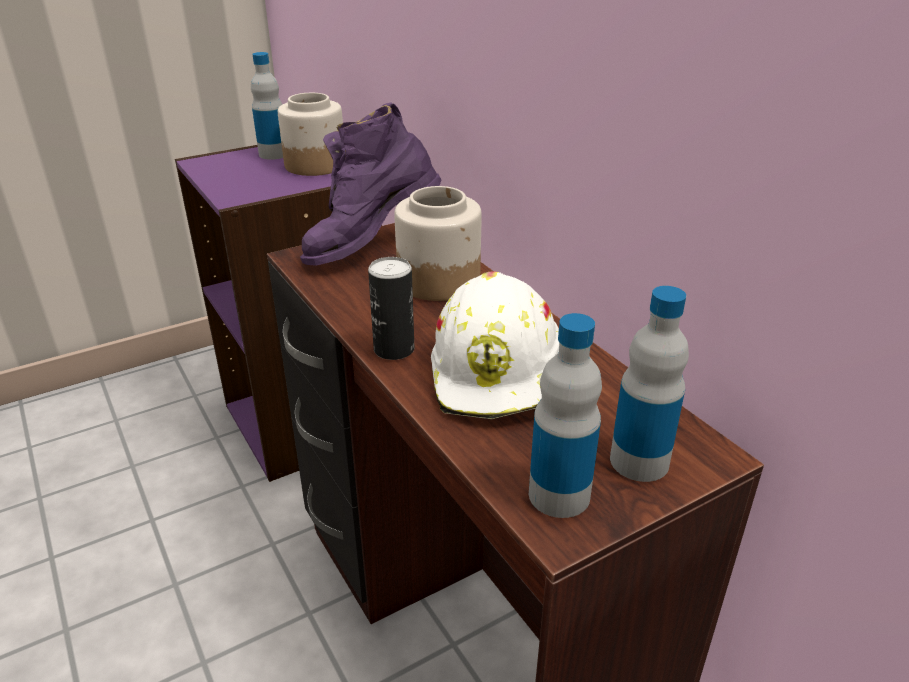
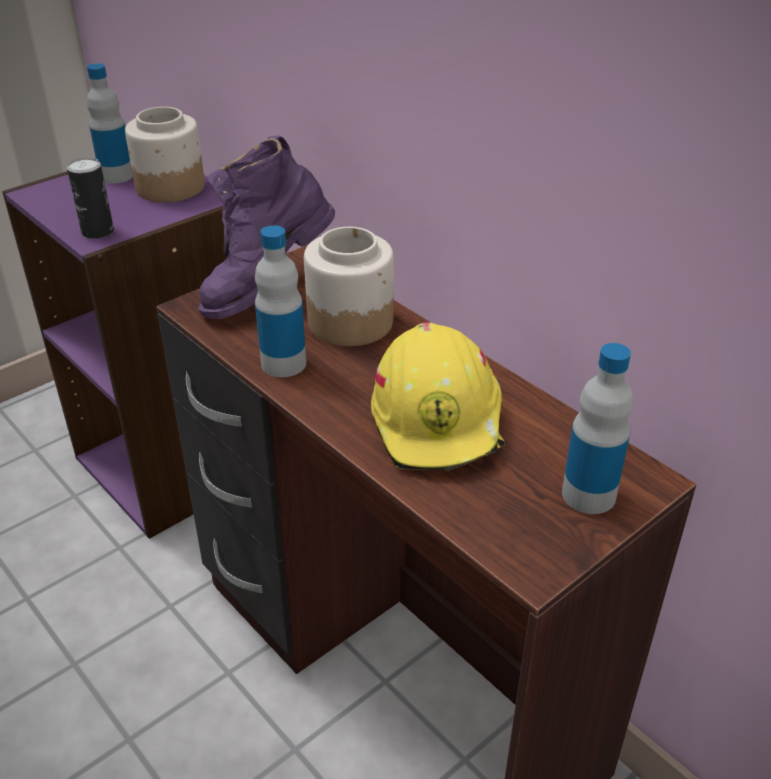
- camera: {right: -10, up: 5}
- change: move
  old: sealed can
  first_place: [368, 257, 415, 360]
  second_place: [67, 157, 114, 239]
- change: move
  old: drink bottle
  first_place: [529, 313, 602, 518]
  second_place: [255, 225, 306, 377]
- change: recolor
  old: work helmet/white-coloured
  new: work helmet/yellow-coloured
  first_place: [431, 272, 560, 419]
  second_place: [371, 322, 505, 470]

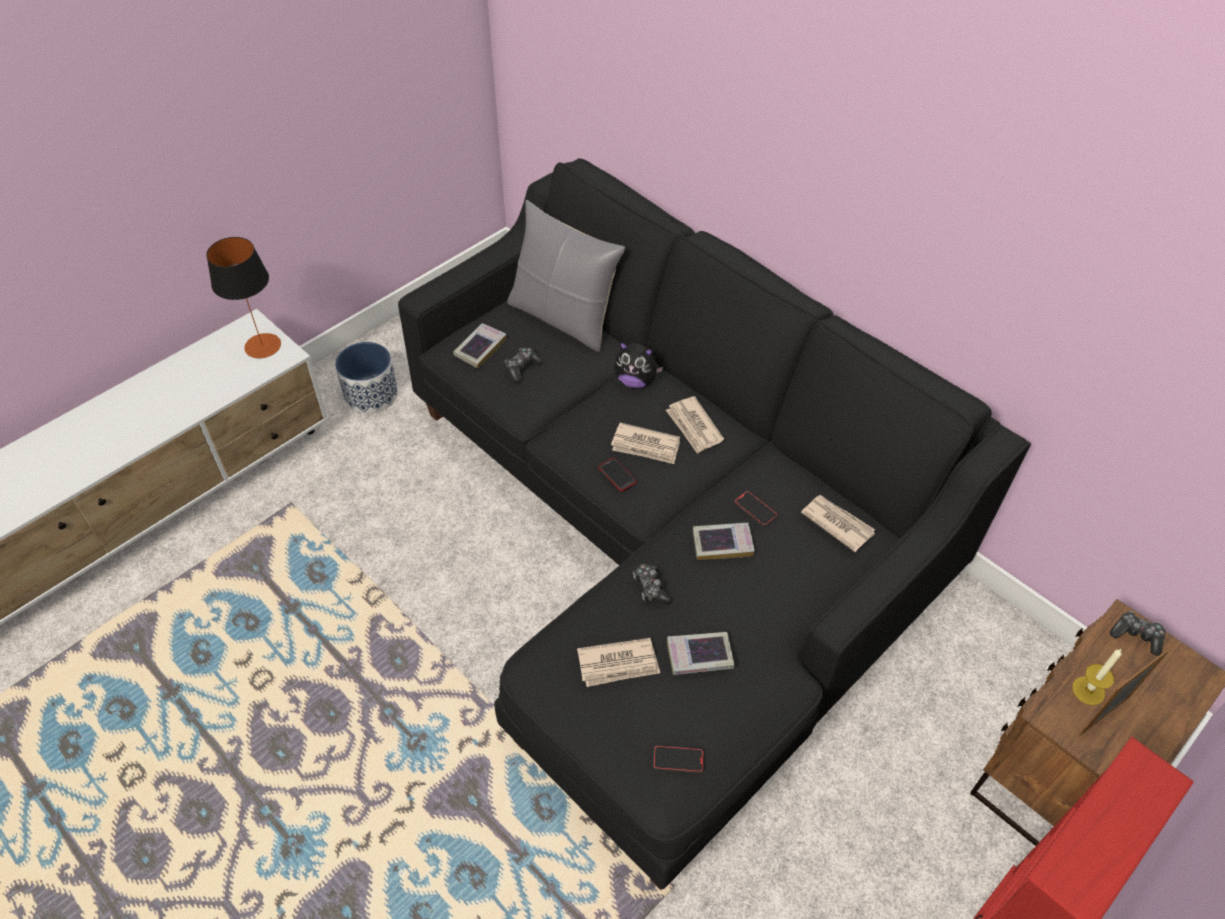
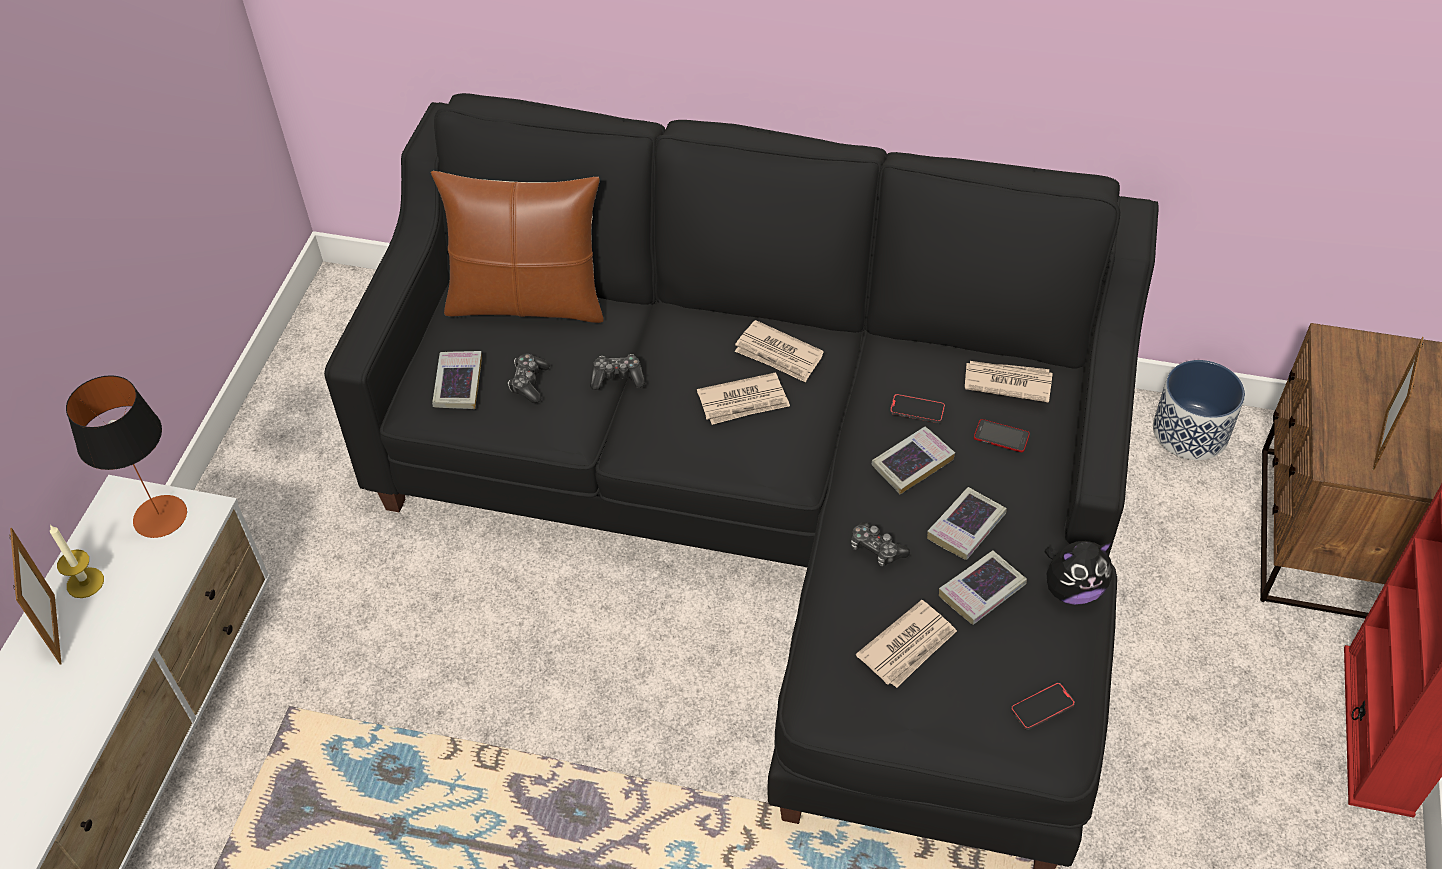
- camera: {right: -30, up: 0}
- change: insert
  new: standing frame
  second_place: [9, 528, 61, 665]
- change: insert
  new: book
  second_place: [927, 487, 1007, 560]
- change: move
  old: plant pot
  first_place: [335, 342, 398, 413]
  second_place: [1153, 360, 1245, 460]
- change: move
  old: phone
  first_place: [599, 458, 637, 491]
  second_place: [974, 419, 1030, 452]
- change: move
  old: plush toy
  first_place: [614, 341, 663, 389]
  second_place: [1044, 541, 1112, 605]
- change: move
  old: candle
  first_place: [1072, 648, 1122, 705]
  second_place: [50, 525, 104, 598]
- change: move
  old: game controller
  first_place: [1110, 611, 1165, 656]
  second_place: [590, 354, 645, 390]
- change: recolor
  old: cushion/greyish
  new: cushion/brownish
  first_place: [507, 200, 625, 352]
  second_place: [431, 171, 603, 323]

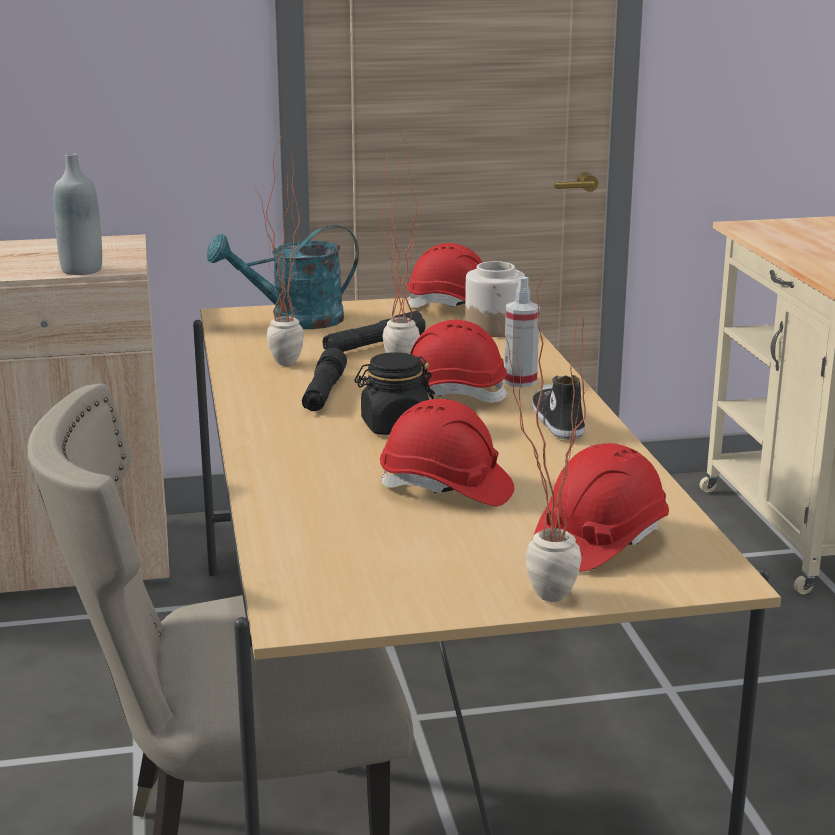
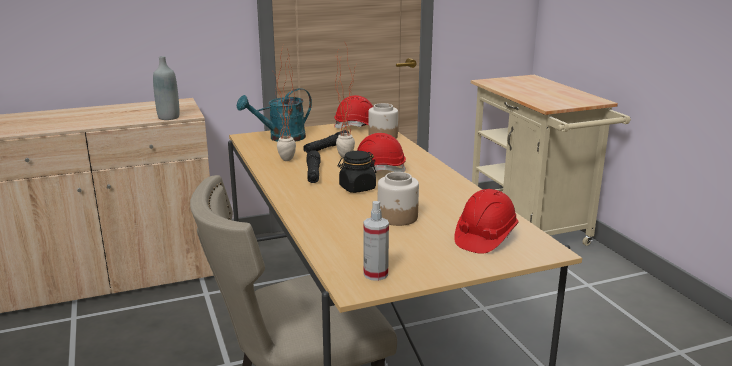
- camera: {right: -10, up: 0}
- change: delete
  old: houseplant
  first_place: [498, 269, 587, 602]
- change: delete
  old: item of footwear
  first_place: [532, 375, 585, 440]
- change: move
  old: spray bottle
  first_place: [504, 276, 540, 387]
  second_place: [364, 201, 389, 281]
- change: replace
  old: work helmet/red-coloured
  new: preserve jar
  first_place: [380, 399, 514, 506]
  second_place: [378, 172, 419, 226]

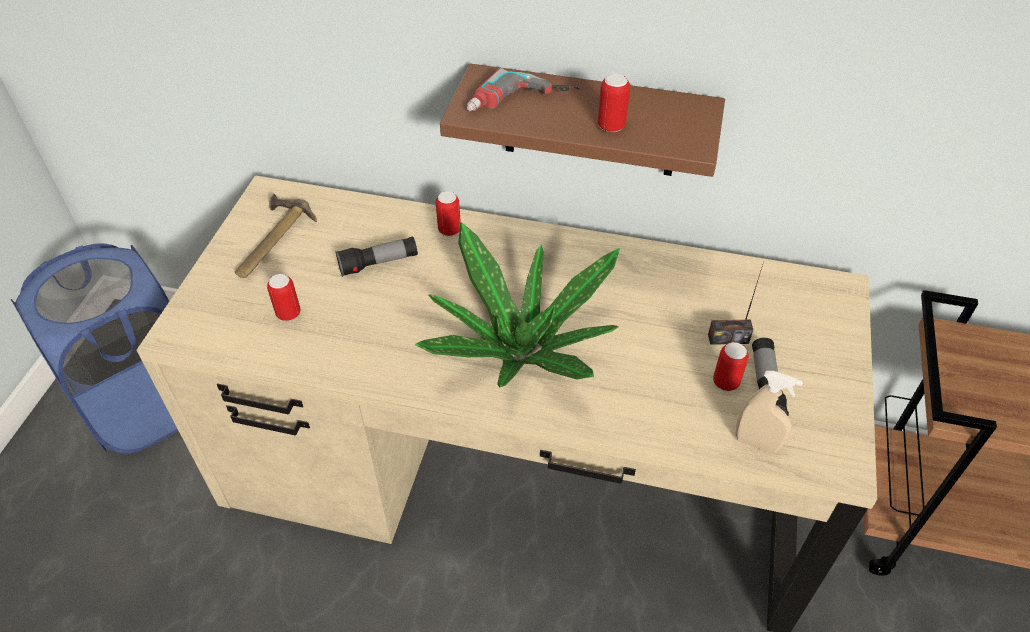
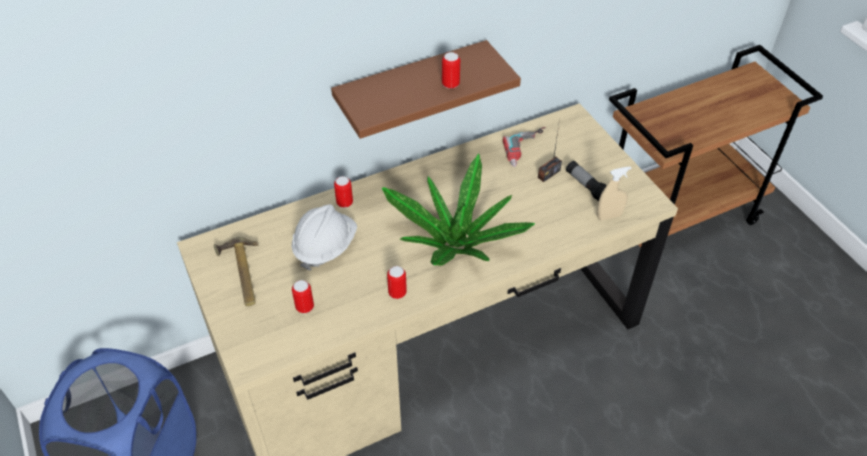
- camera: {right: -40, up: 0}
- change: move
  old: electric drill
  first_place: [467, 68, 580, 111]
  second_place: [503, 127, 546, 167]
- change: move
  old: sealed can
  first_place: [713, 342, 749, 391]
  second_place: [387, 266, 407, 299]
- change: replace
  old: hand torch
  new: work helmet/white-coloured
  first_place: [335, 236, 418, 277]
  second_place: [292, 204, 357, 271]

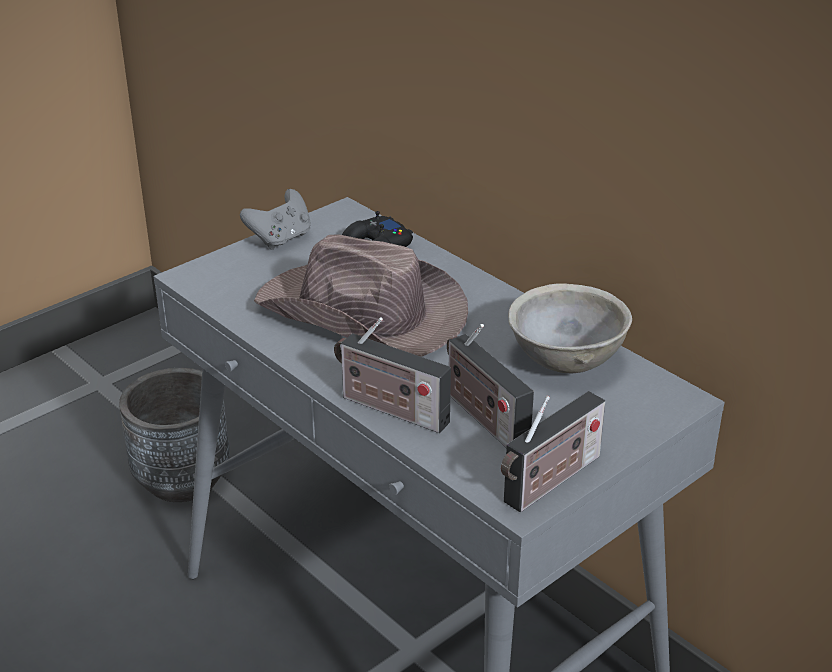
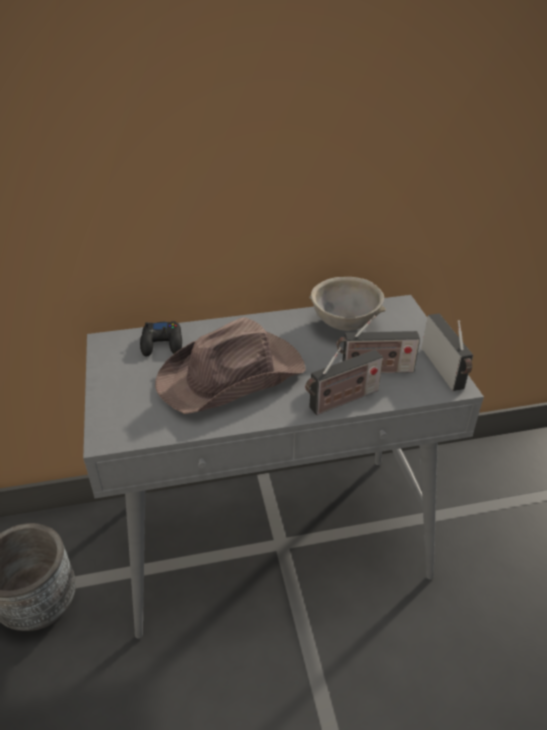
- camera: {right: -60, up: 5}
- change: delete
  old: game controller/greyish
  first_place: [240, 189, 311, 250]

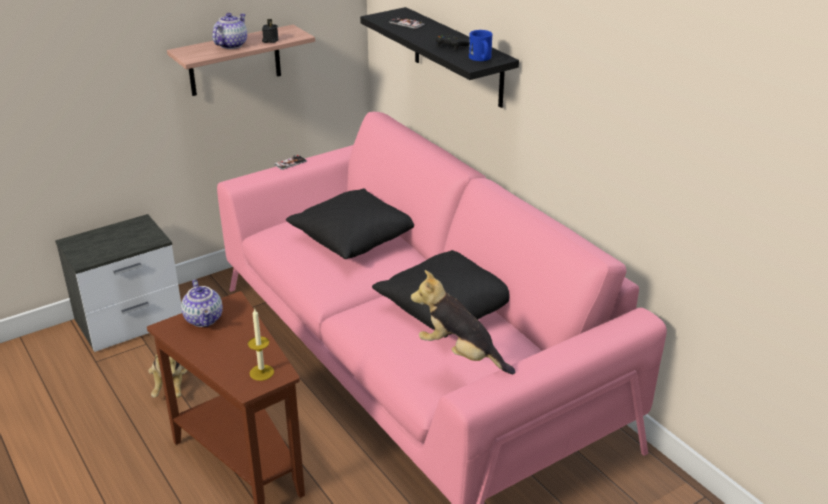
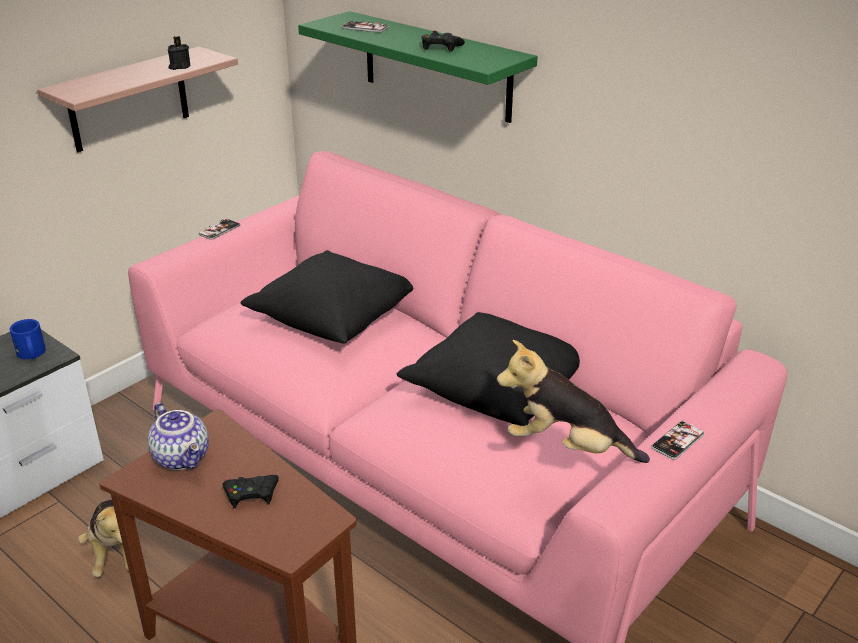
- camera: {right: -15, up: 0}
- change: delete
  old: tea pot
  first_place: [212, 13, 247, 49]
- change: delete
  old: candle
  first_place: [248, 309, 274, 381]
- change: insert
  new: game controller/black
  second_place: [223, 475, 279, 508]
- change: insert
  new: phone
  second_place: [651, 420, 704, 460]
- change: move
  old: coffee mug/blue-coloured
  first_place: [469, 30, 492, 61]
  second_place: [9, 319, 46, 359]
- change: recolor
  old: shelf/black
  new: shelf/green-coloured
  first_place: [360, 7, 519, 108]
  second_place: [298, 11, 537, 123]

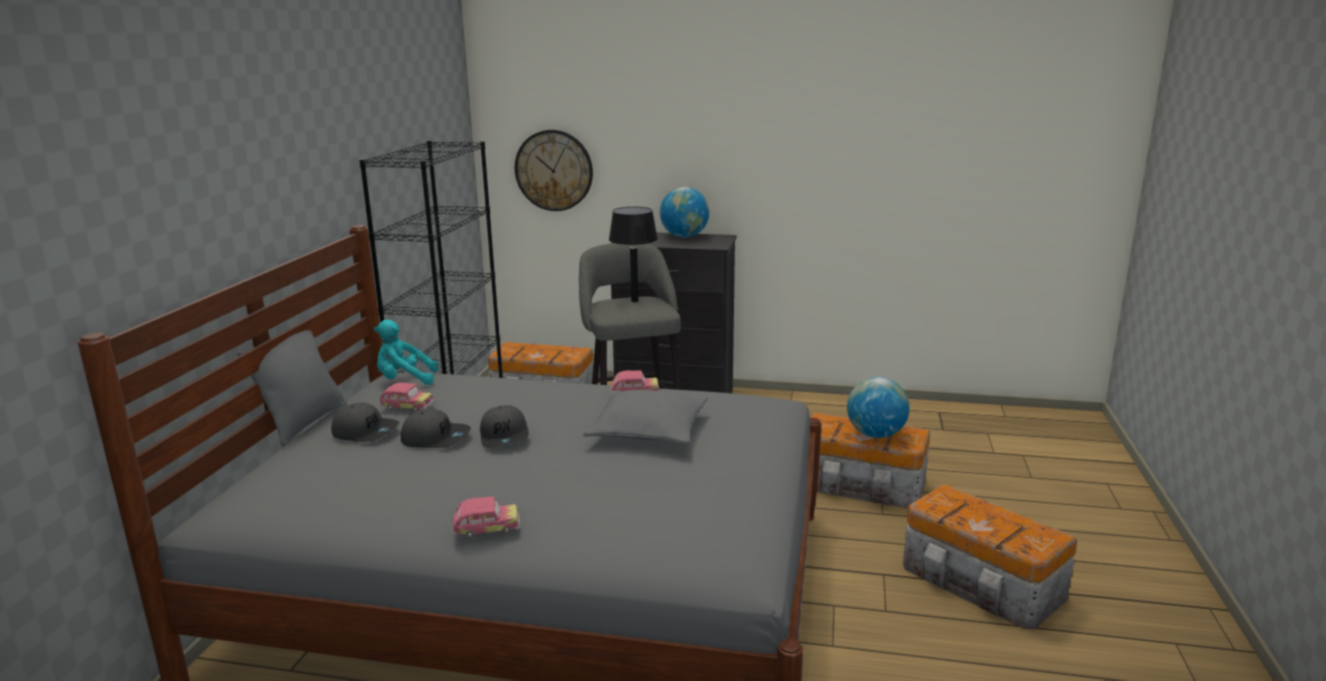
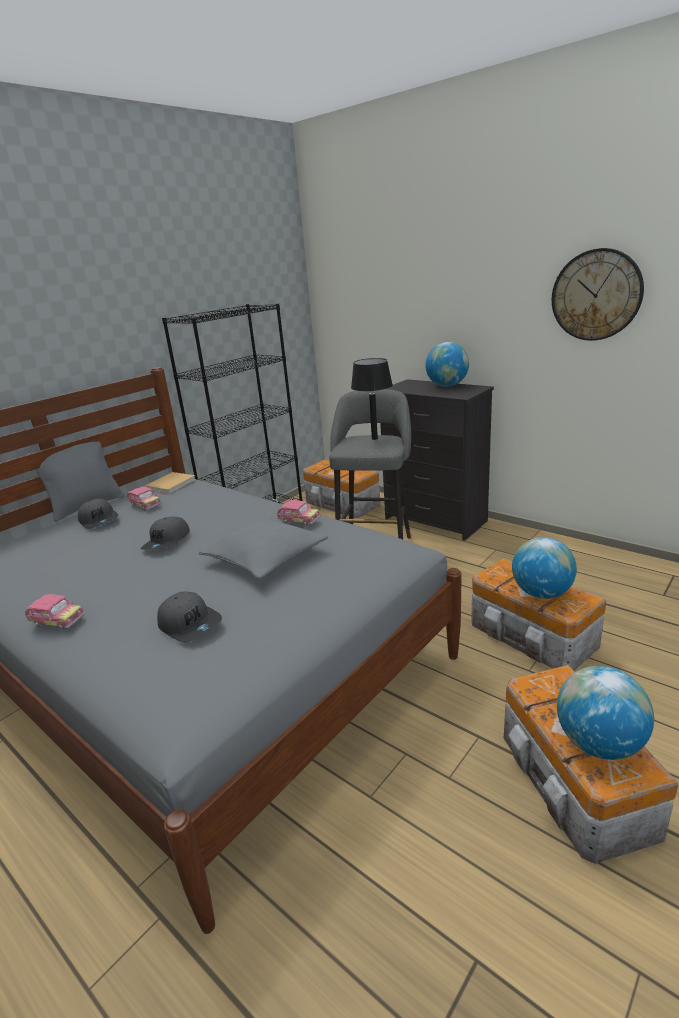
- camera: {right: 30, up: 5}
- change: insert
  new: desk globe
  second_place: [557, 666, 654, 760]
- change: move
  old: baseball cap/greyish
  first_place: [401, 408, 471, 448]
  second_place: [157, 592, 222, 643]
- change: move
  old: wall clock
  first_place: [515, 130, 593, 211]
  second_place: [552, 248, 644, 341]
- change: replace
  old: plush toy/blue-green
  new: book/beige-coloured
  first_place: [374, 320, 438, 385]
  second_place: [145, 472, 196, 494]

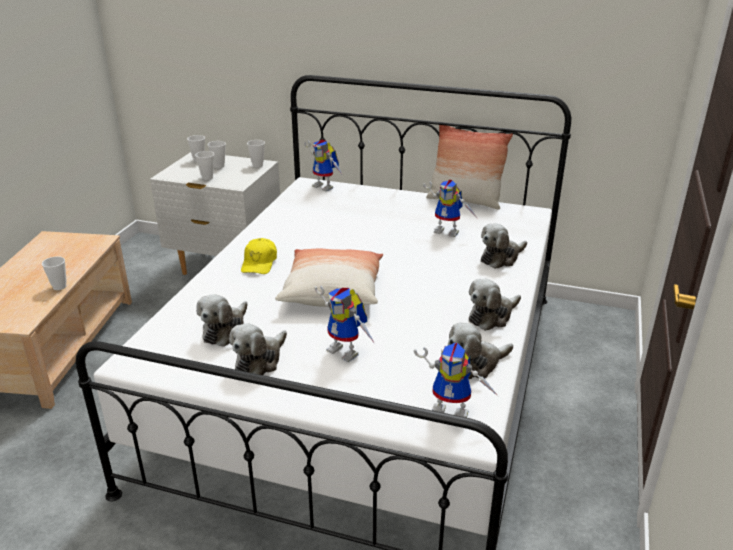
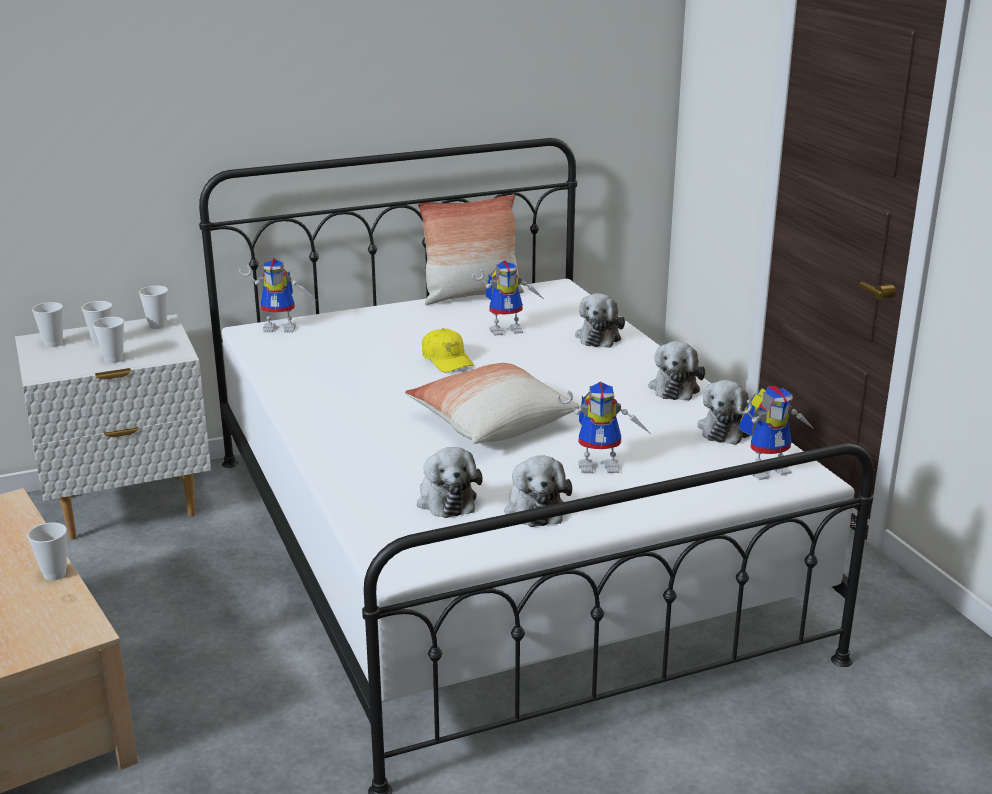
- camera: {right: -40, up: -5}
- change: move
  old: baseball cap/yellow-coloured
  first_place: [241, 238, 277, 274]
  second_place: [422, 328, 474, 373]

